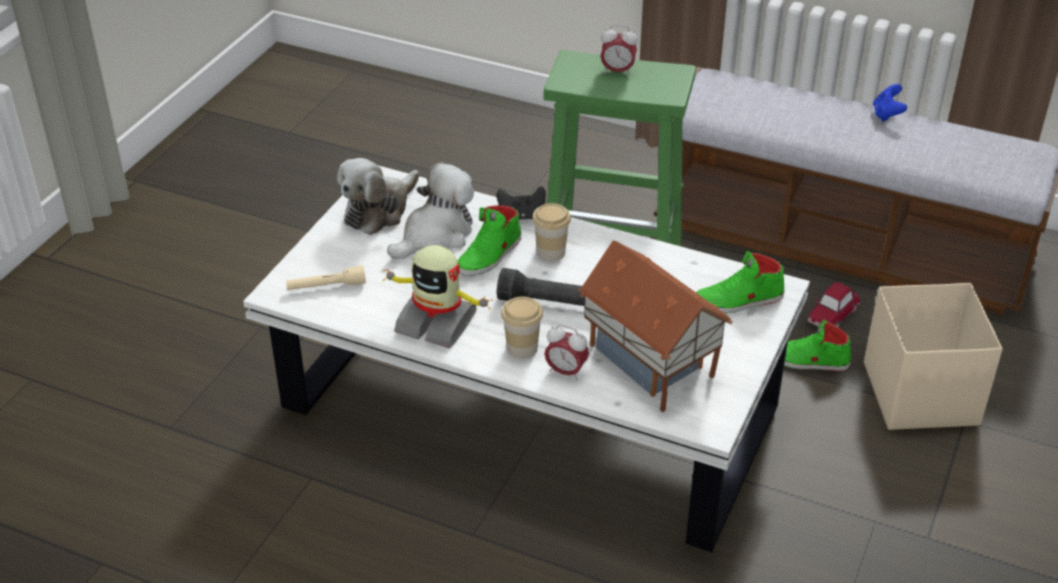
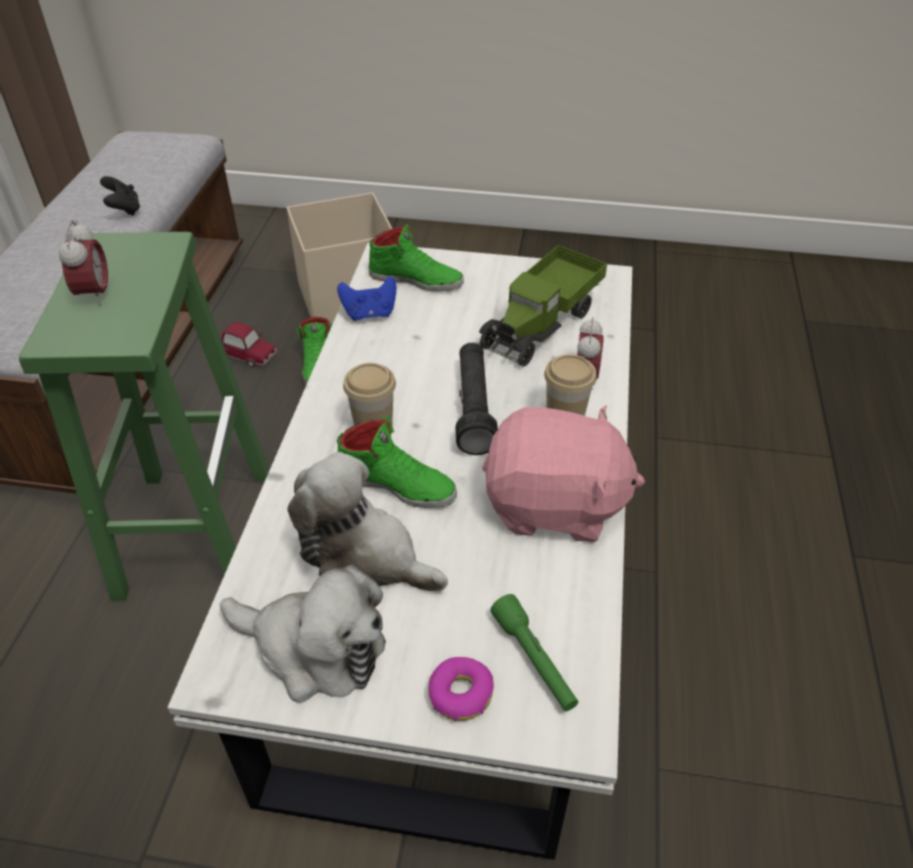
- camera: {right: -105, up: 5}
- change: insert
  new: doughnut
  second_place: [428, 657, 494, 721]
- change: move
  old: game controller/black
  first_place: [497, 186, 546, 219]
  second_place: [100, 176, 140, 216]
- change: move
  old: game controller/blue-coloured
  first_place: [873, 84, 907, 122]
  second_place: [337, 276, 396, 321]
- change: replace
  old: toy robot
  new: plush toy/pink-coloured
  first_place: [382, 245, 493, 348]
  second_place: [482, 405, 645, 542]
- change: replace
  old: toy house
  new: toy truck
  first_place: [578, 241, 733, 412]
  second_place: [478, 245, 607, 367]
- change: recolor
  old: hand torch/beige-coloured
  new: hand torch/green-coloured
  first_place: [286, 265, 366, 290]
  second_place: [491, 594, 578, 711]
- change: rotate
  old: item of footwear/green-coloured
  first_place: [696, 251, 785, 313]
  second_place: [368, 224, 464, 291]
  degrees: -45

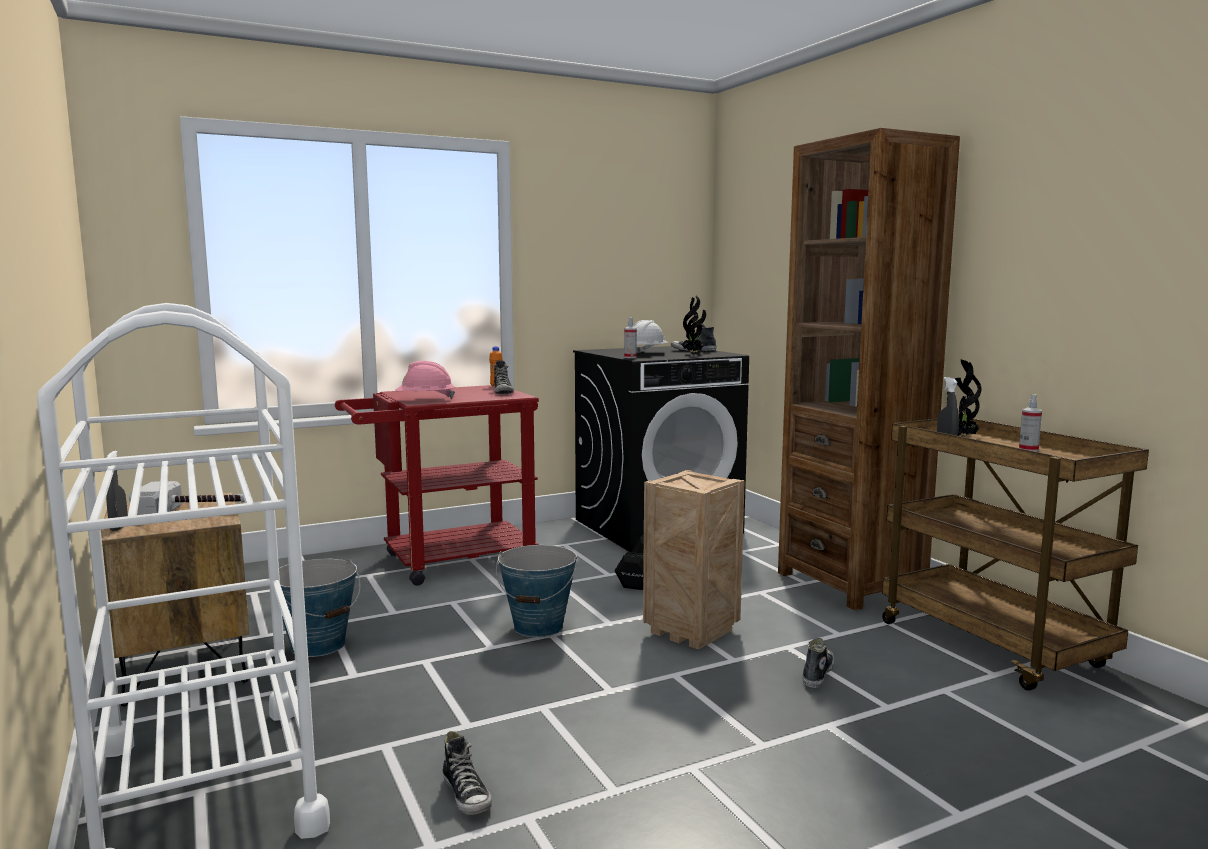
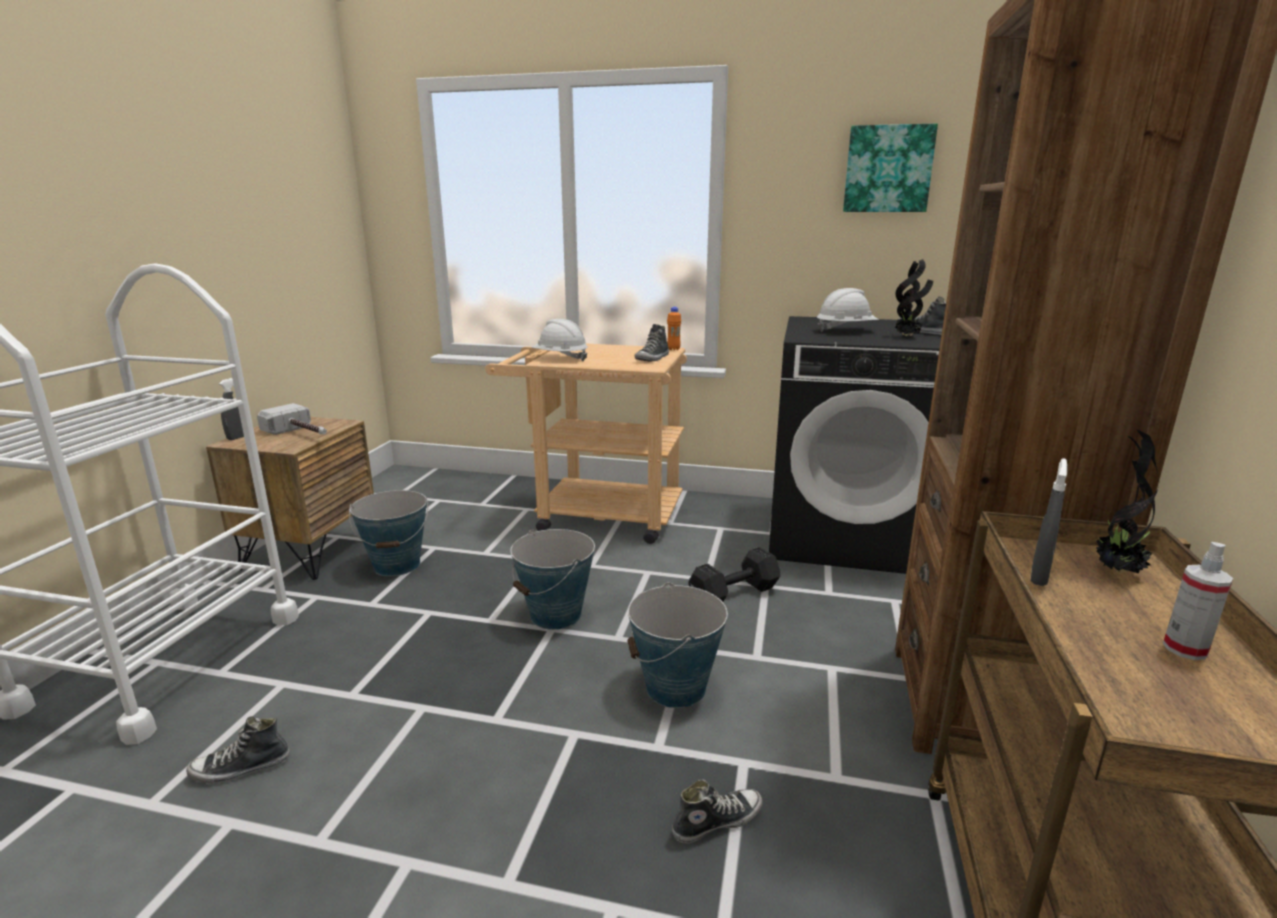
- camera: {right: 40, up: 10}
- change: delete
  old: spray bottle
  first_place: [624, 317, 637, 358]
- change: insert
  new: wall picture
  second_place: [843, 124, 938, 212]
- change: replace
  old: crate
  new: pail
  first_place: [643, 470, 745, 650]
  second_place: [627, 582, 728, 708]
- change: recolor
  old: wheeled cart/red-coloured
  new: wheeled cart/beige-coloured
  first_place: [335, 385, 539, 586]
  second_place: [485, 344, 687, 544]
- change: recolor
  old: work helmet/pink-coloured
  new: work helmet/white-coloured
  first_place: [395, 361, 455, 399]
  second_place: [532, 319, 588, 361]
- change: rotate
  old: item of footwear
  first_place: [443, 731, 492, 815]
  second_place: [186, 716, 290, 783]
  degrees: 60

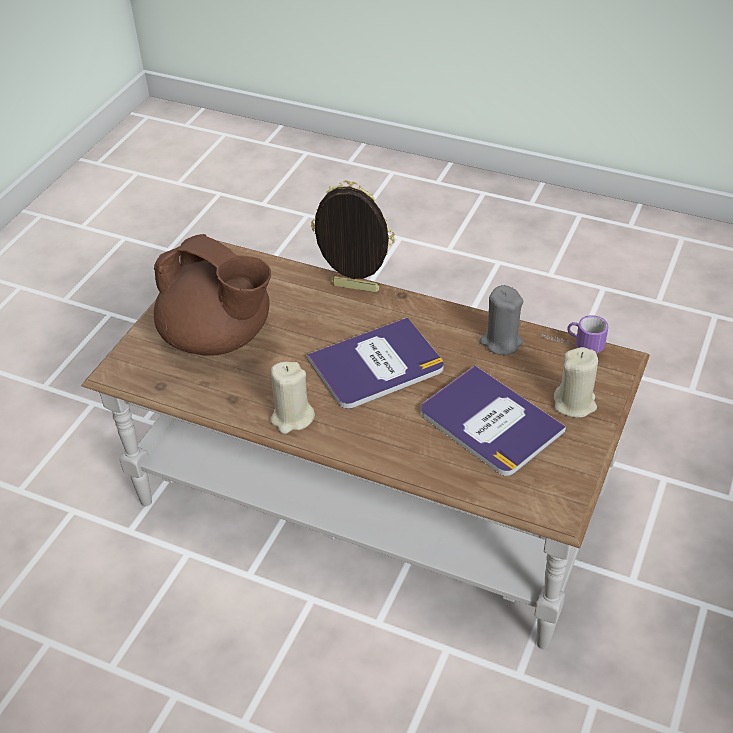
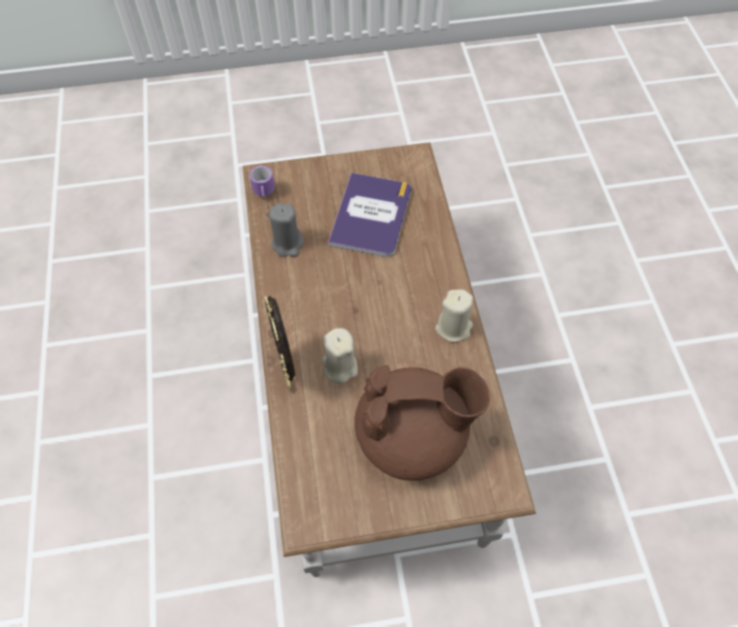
- camera: {right: -125, up: 15}
- change: delete
  old: book
  first_place: [307, 317, 444, 409]
- change: move
  old: candle/beige-coloured
  first_place: [554, 347, 598, 418]
  second_place: [322, 328, 358, 384]
- change: rotate
  old: tea pot/brownish
  first_place: [154, 234, 271, 356]
  second_place: [354, 365, 490, 481]
  degrees: 90

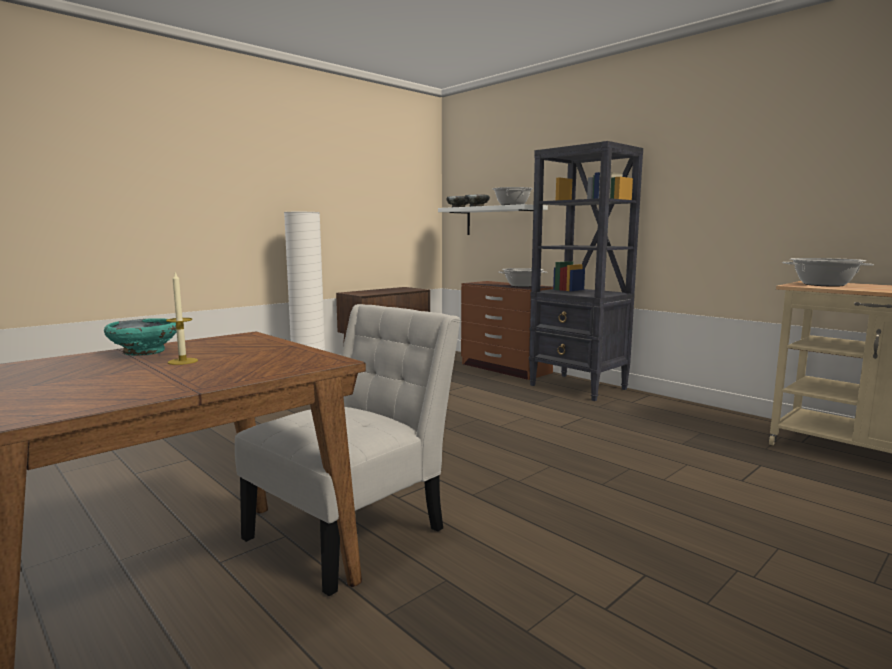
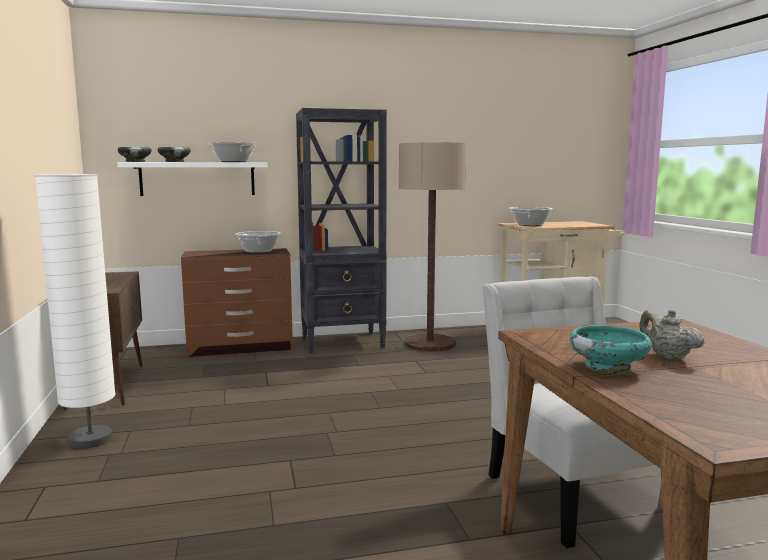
- camera: {right: -60, up: 0}
- change: insert
  new: standing lamp
  second_place: [399, 142, 467, 351]
- change: replace
  old: candle
  new: tea pot/beige-coloured
  first_place: [166, 273, 198, 365]
  second_place: [639, 309, 705, 360]

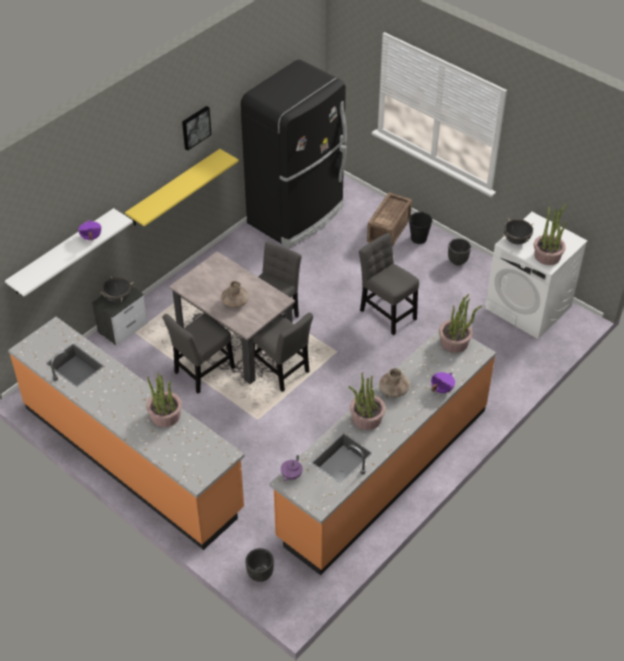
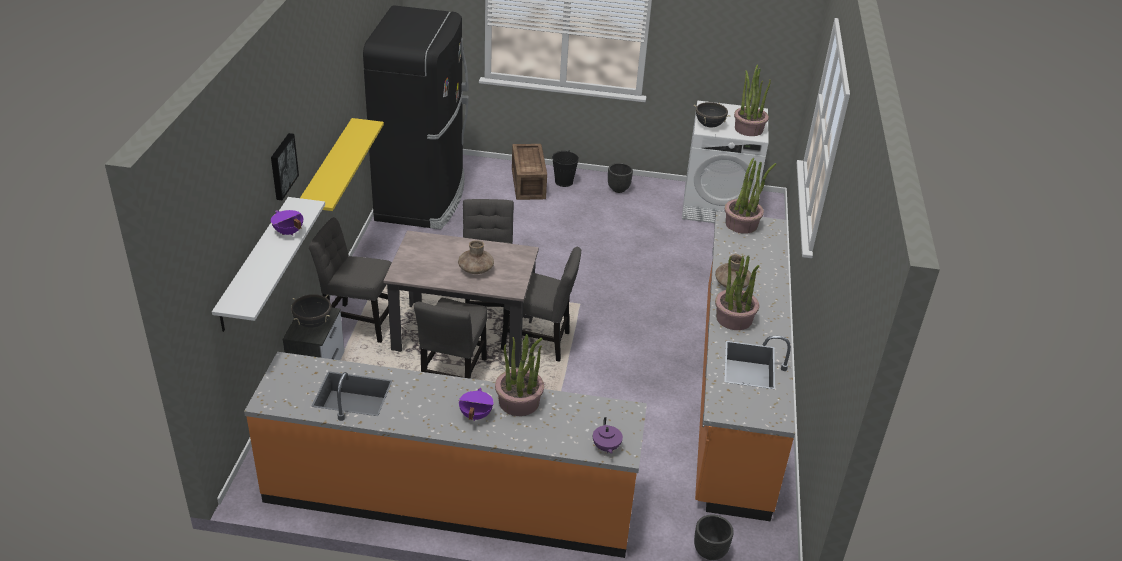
- camera: {right: -35, up: -10}
- change: move
  old: wall picture
  first_place: [182, 106, 212, 150]
  second_place: [271, 133, 299, 200]
- change: move
  old: tea pot/purple
  first_place: [281, 455, 303, 481]
  second_place: [593, 417, 623, 454]
- change: move
  old: upright chair/greyish
  first_place: [359, 233, 419, 335]
  second_place: [309, 217, 392, 343]
- change: move
  old: saucepot/purple
  first_place: [431, 372, 455, 393]
  second_place: [459, 388, 494, 421]

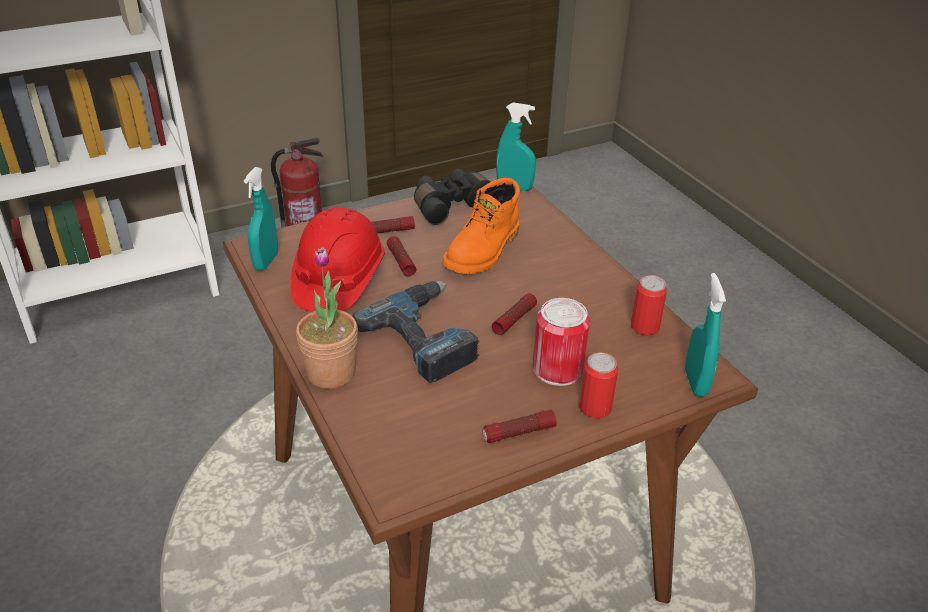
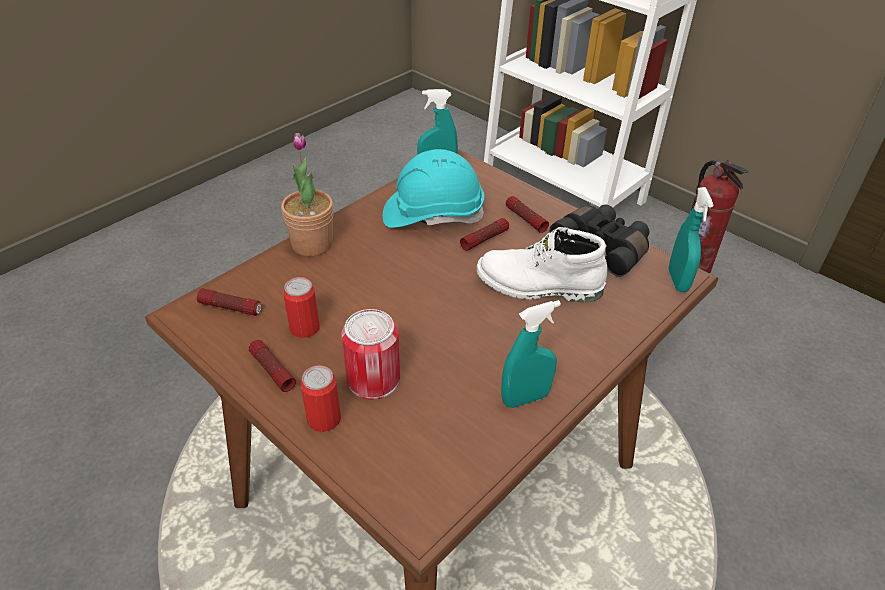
- camera: {right: 70, up: 5}
- change: delete
  old: electric drill
  first_place: [352, 281, 480, 383]
- change: move
  old: hand torch
  first_place: [492, 293, 537, 335]
  second_place: [197, 288, 261, 316]
- change: move
  old: sealed can
  first_place: [631, 275, 667, 335]
  second_place: [283, 277, 320, 338]
- change: move
  old: spray bottle/blue-green
  first_place: [685, 273, 726, 397]
  second_place: [501, 300, 561, 408]
- change: recolor
  old: work helmet/red-coloured
  new: work helmet/blue-green
  first_place: [291, 207, 385, 312]
  second_place: [383, 149, 484, 228]
- change: recolor
  old: tall boot/orangey
  new: tall boot/white-coloured
  first_place: [443, 178, 520, 274]
  second_place: [477, 227, 608, 302]

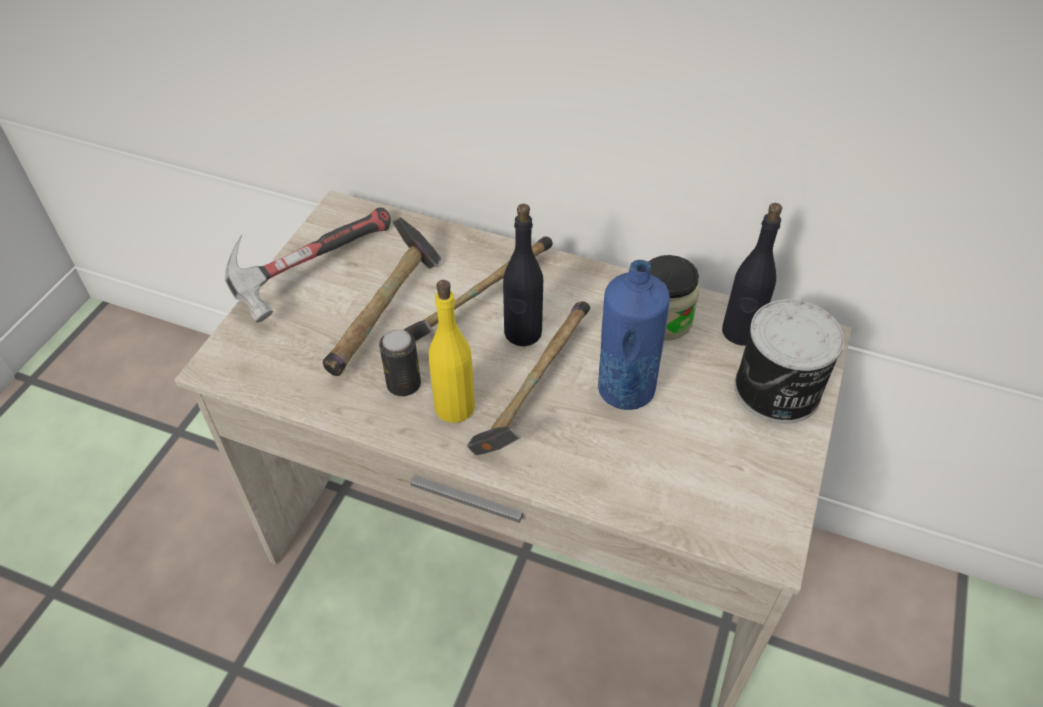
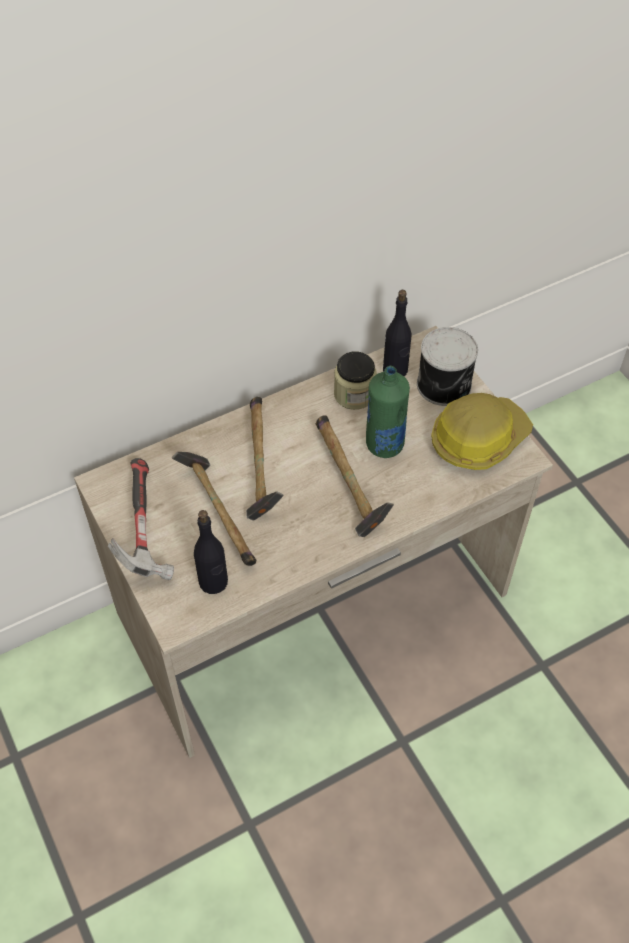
- camera: {right: -50, up: 5}
- change: delete
  old: sealed can
  first_place: [379, 329, 421, 396]
- change: delete
  old: drink bottle/yellow-coloured
  first_place: [429, 280, 475, 423]
- change: insert
  new: work helmet
  second_place: [431, 393, 533, 470]
- change: move
  old: drink bottle/black
  first_place: [503, 204, 543, 347]
  second_place: [194, 510, 228, 594]
- change: recolor
  old: drink bottle/blue-coloured
  new: drink bottle/green-coloured
  first_place: [598, 260, 670, 410]
  second_place: [366, 366, 410, 458]

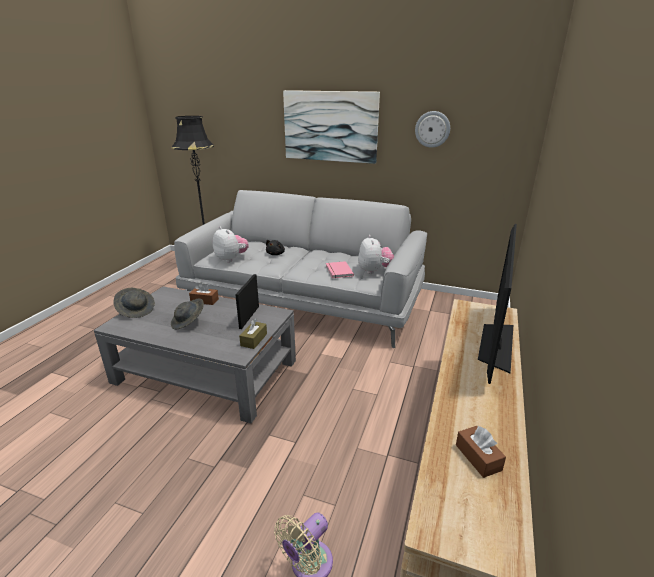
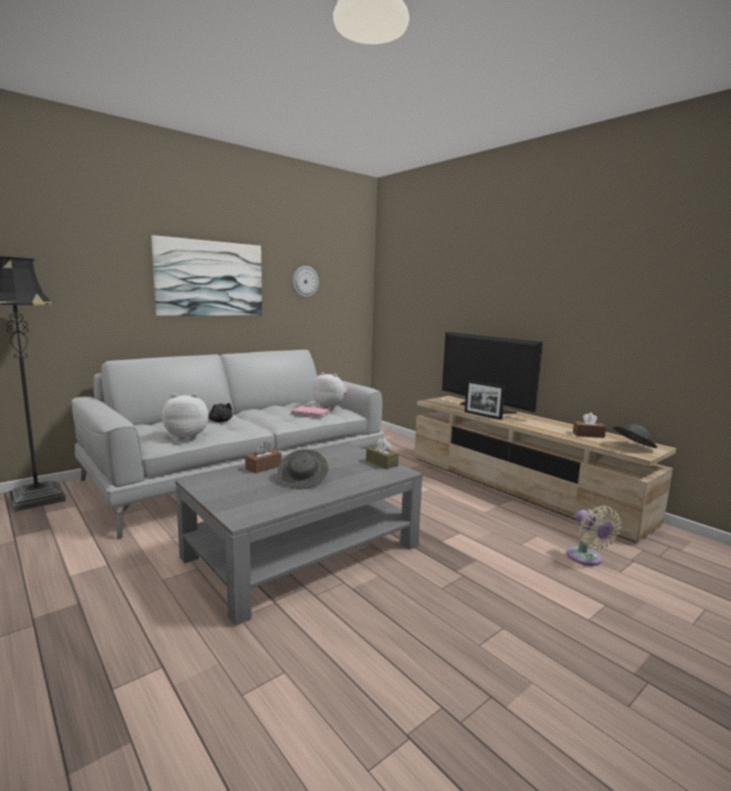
- camera: {right: -60, up: -15}
- change: move
  old: wearable hat/greyish
  first_place: [113, 288, 155, 318]
  second_place: [613, 424, 657, 448]
- change: move
  old: standing frame
  first_place: [235, 274, 259, 329]
  second_place: [465, 380, 505, 420]

